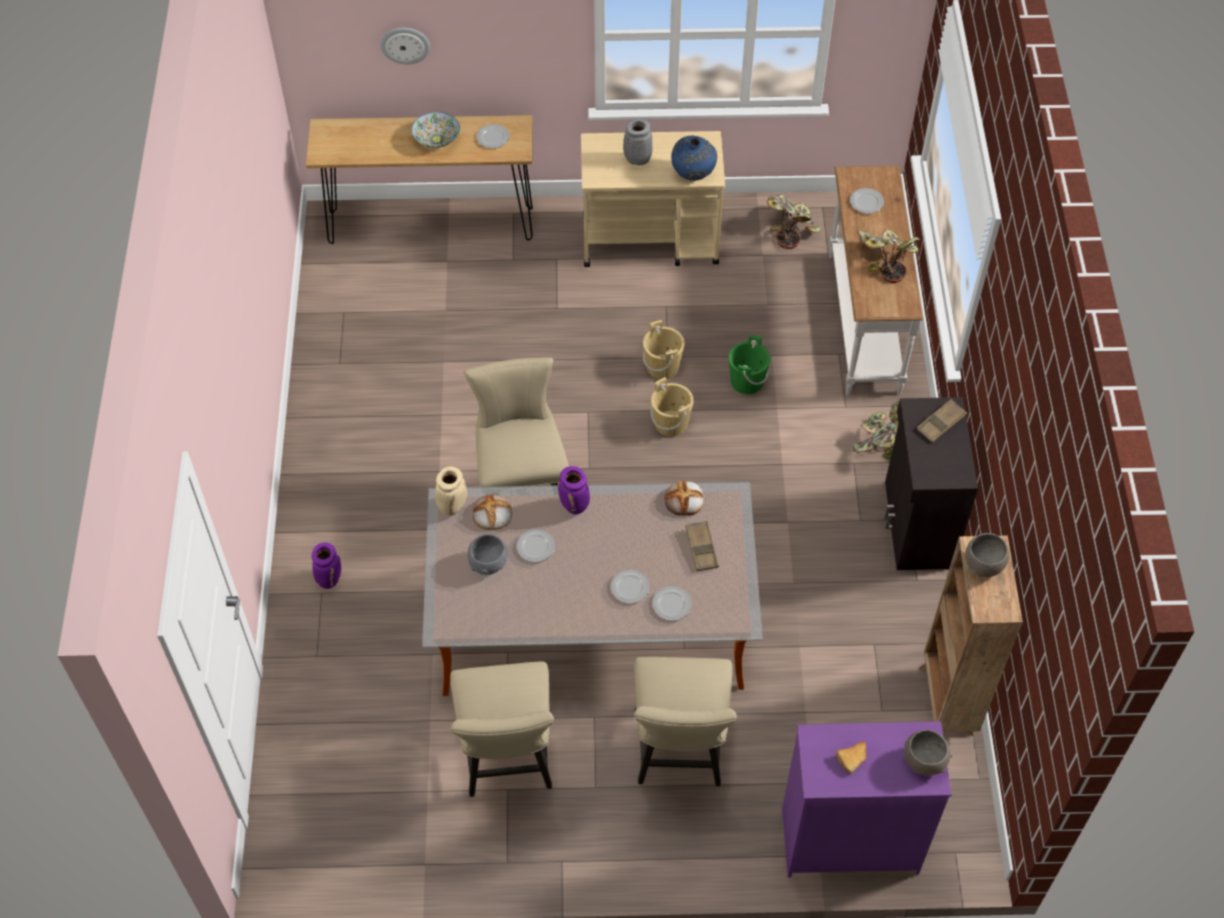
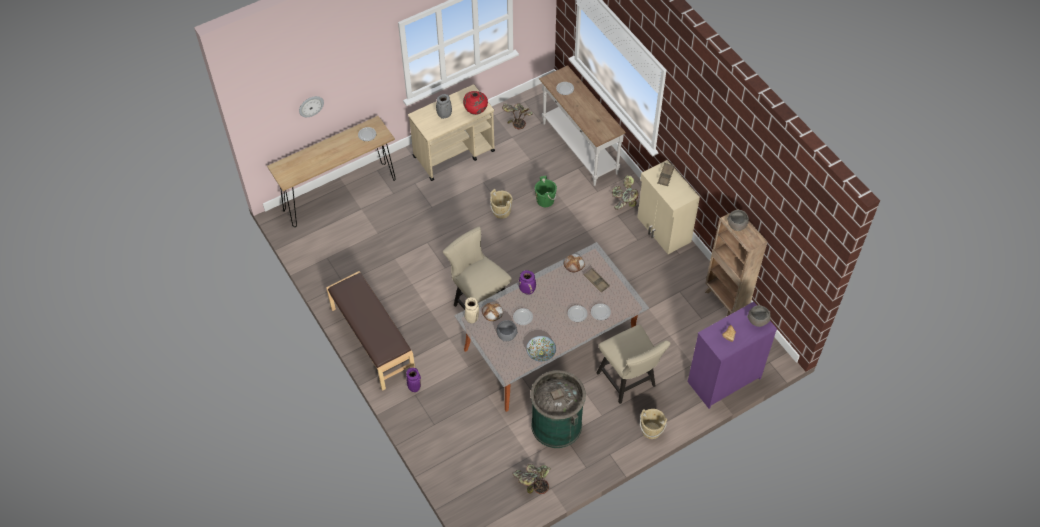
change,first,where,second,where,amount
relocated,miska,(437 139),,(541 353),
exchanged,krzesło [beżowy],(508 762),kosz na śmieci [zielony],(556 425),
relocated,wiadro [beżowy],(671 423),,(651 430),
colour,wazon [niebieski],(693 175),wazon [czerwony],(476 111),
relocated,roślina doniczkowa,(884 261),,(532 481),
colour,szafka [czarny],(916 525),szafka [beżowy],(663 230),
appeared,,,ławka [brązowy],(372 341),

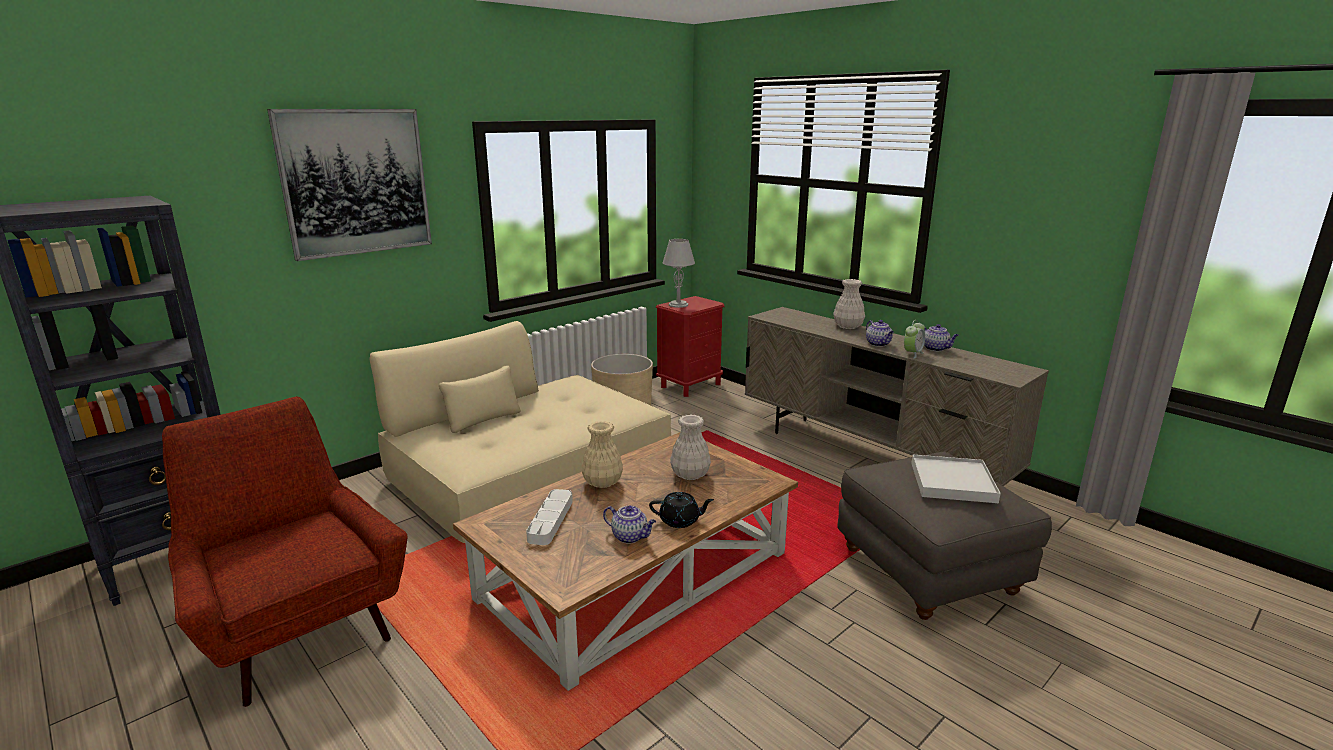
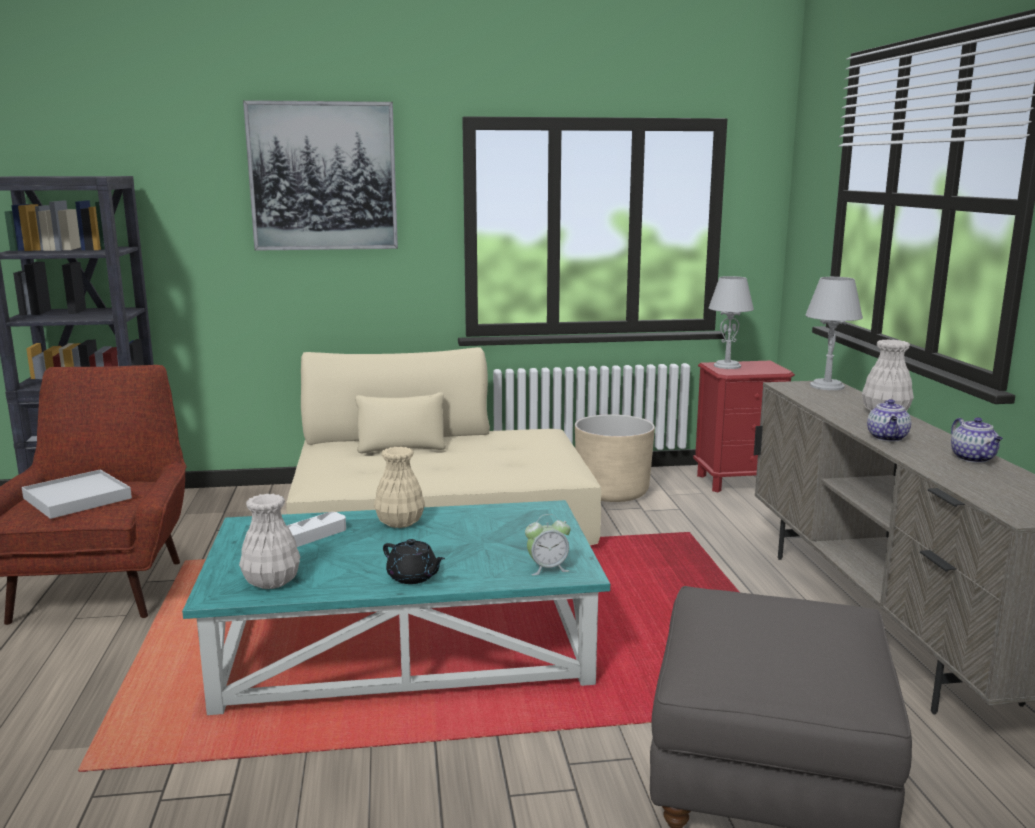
change,first,where,second,where,amount
colour,ława [brązowy],(636 574),ława [turkusowy],(407 644),
missing,imbryk,(630 537),,,
relocated,wazon [biały],(690 475),,(271 582),
relocated,budzik,(912 354),,(547 568),
relocated,taca [biały],(952 482),,(77 498),
appeared,,,lampa stołowa [szary],(826 386),

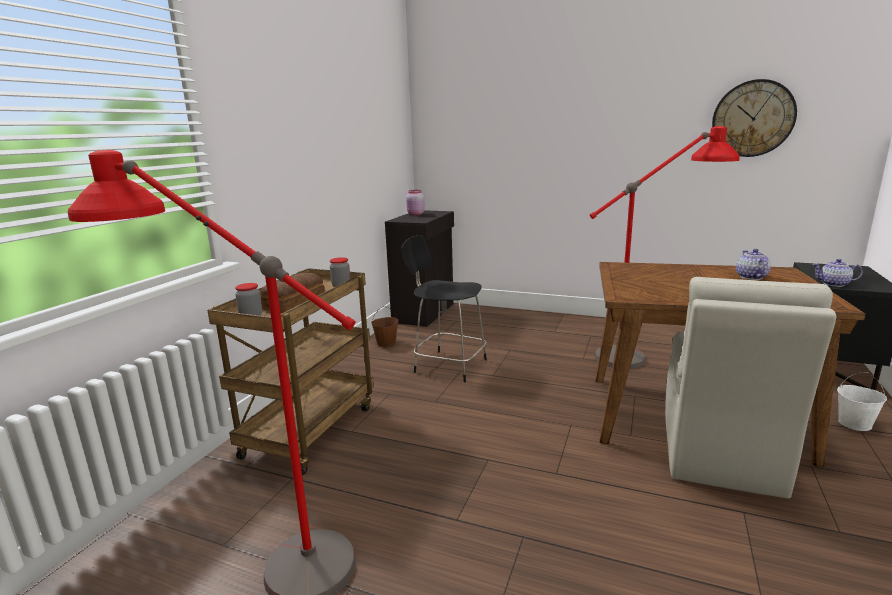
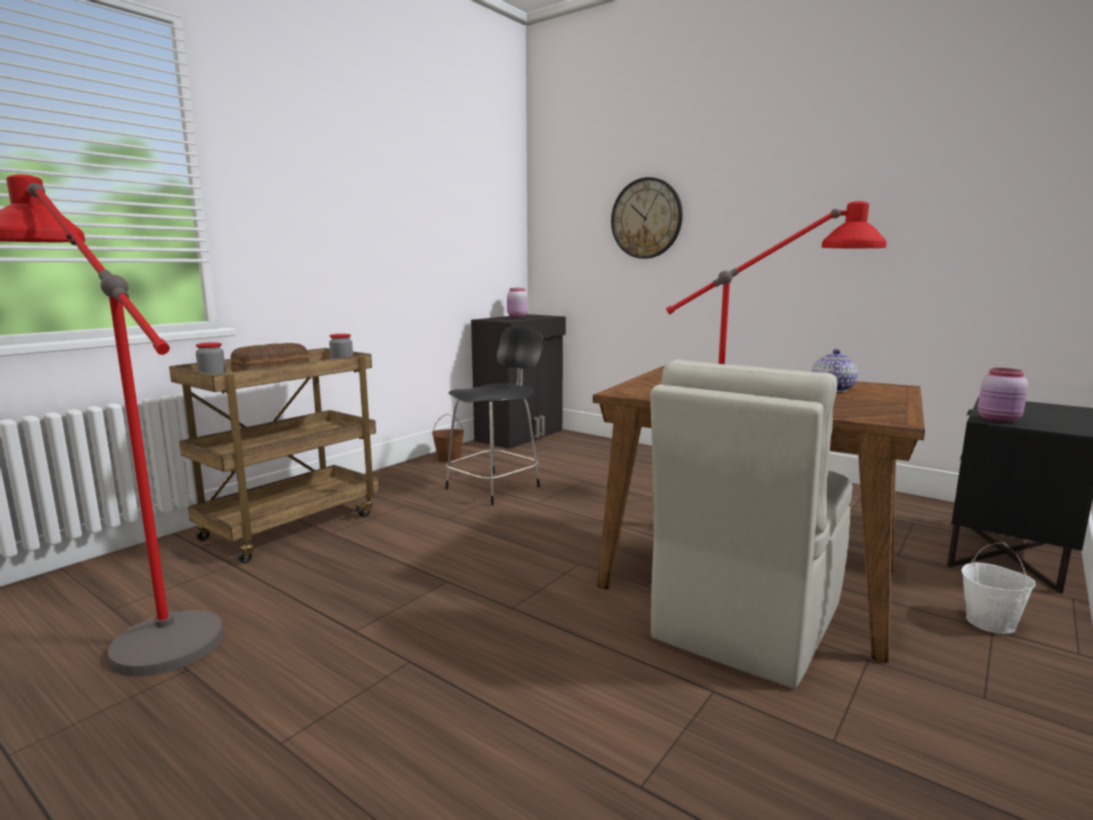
change,first,where,second,where,amount
spun,krzesło [czarny],(448 365),,(495 487),90 degrees clockwise
relocated,zegar ścienny,(753 118),,(646 218),
exchanged,imbryk,(834 284),słoik [różowy],(999 420),

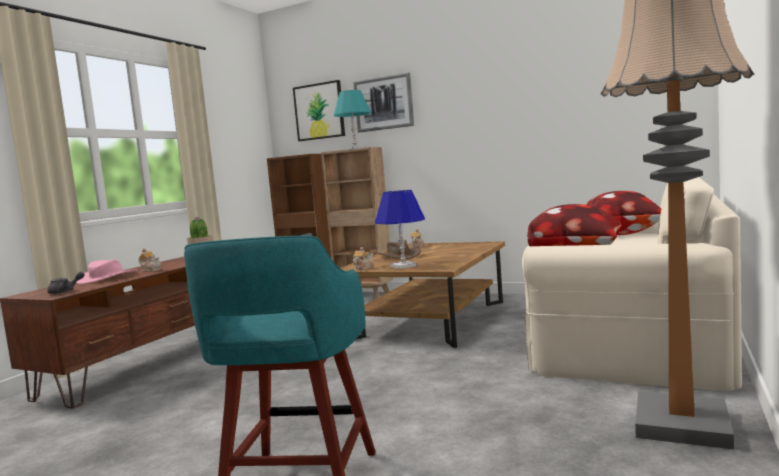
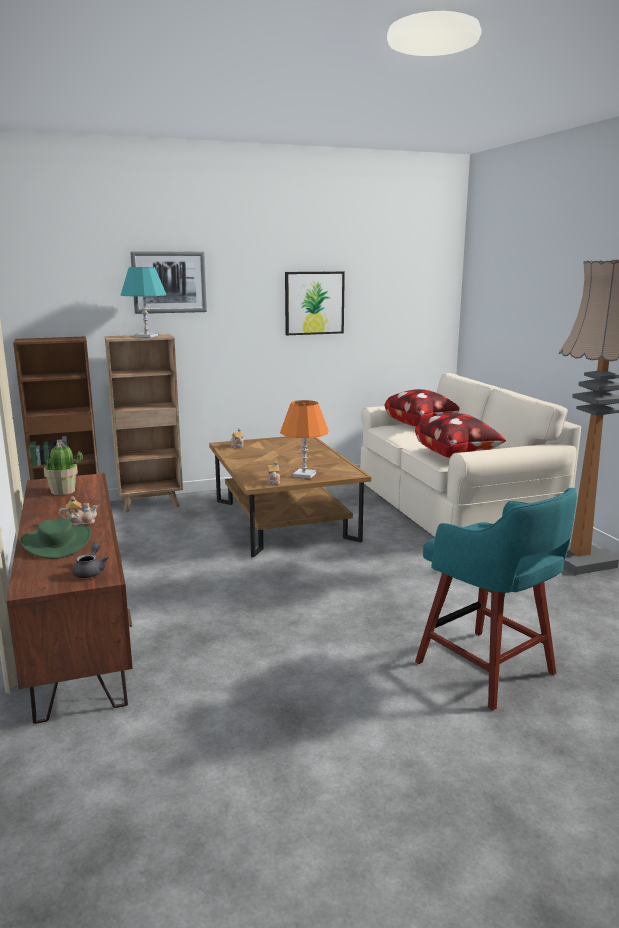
change,first,where,second,where,amount
colour,kapelusz [różowy],(107 278),kapelusz [zielony],(57 543),
relocated,obraz,(319 111),,(314 303),
colour,lampa stołowa [niebieski],(403 266),lampa stołowa [pomarańczowy],(304 474),
missing,kapelusz [brązowy],(399 256),,,

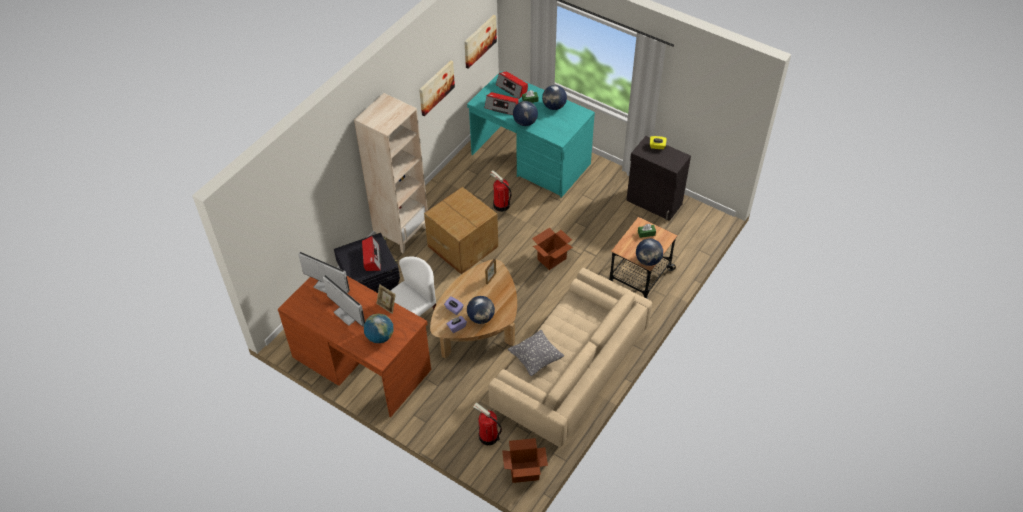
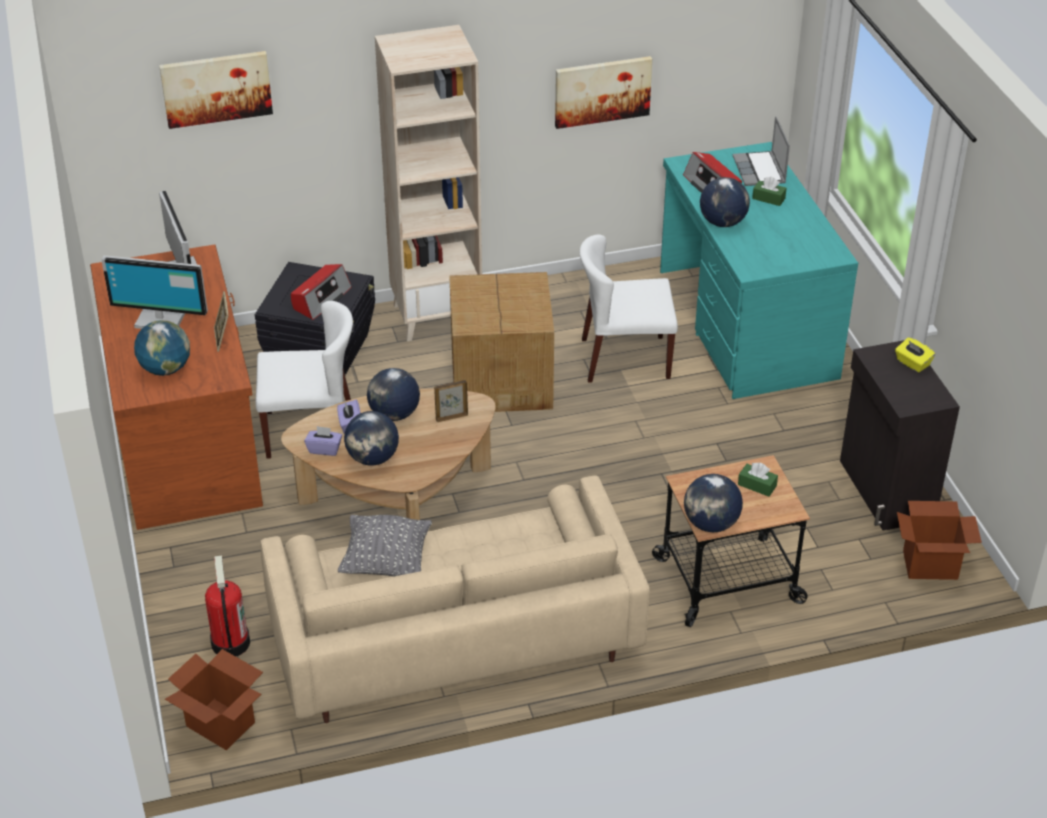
change,first,where,second,where,amount
spun,monitor,(347 315),,(160 319),105 degrees clockwise
relocated,obraz,(479 41),,(216 88),
exchanged,gaśnica,(501 205),krzesło [biały],(624 359),
exchanged,radio,(512 88),laptop,(760 171),
relocated,karton,(552 259),,(930 565),
relocated,globus,(554 106),,(394 414),

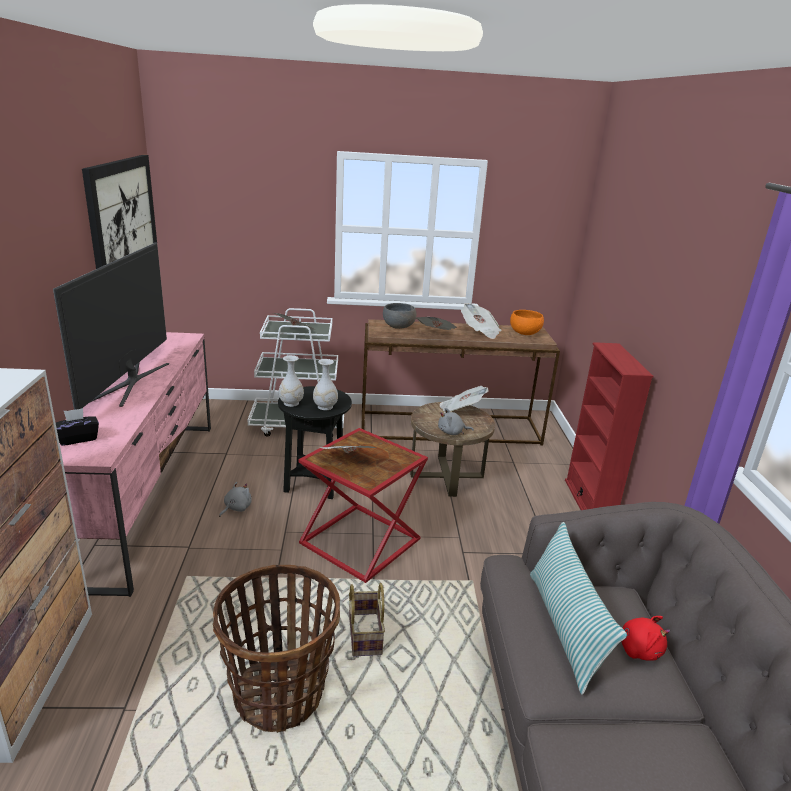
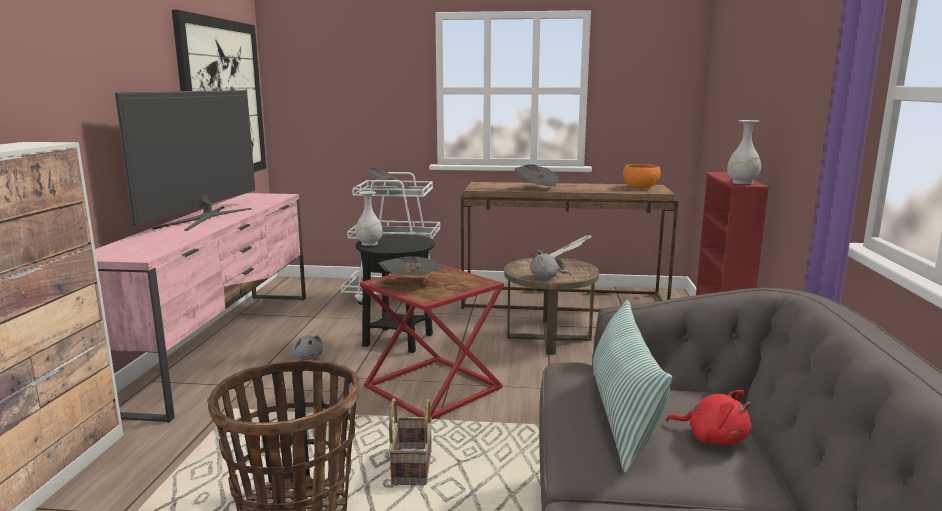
change,first,where,second,where,amount
missing,pudełko chusteczek [czarny],(78 438),,,
spun,pluszak [szary],(236 508),,(308 358),105 degrees clockwise
relocated,wazon [biały],(325 407),,(741 183),
missing,miska [szary],(398 326),,,
missing,gazeta,(480 332),,,

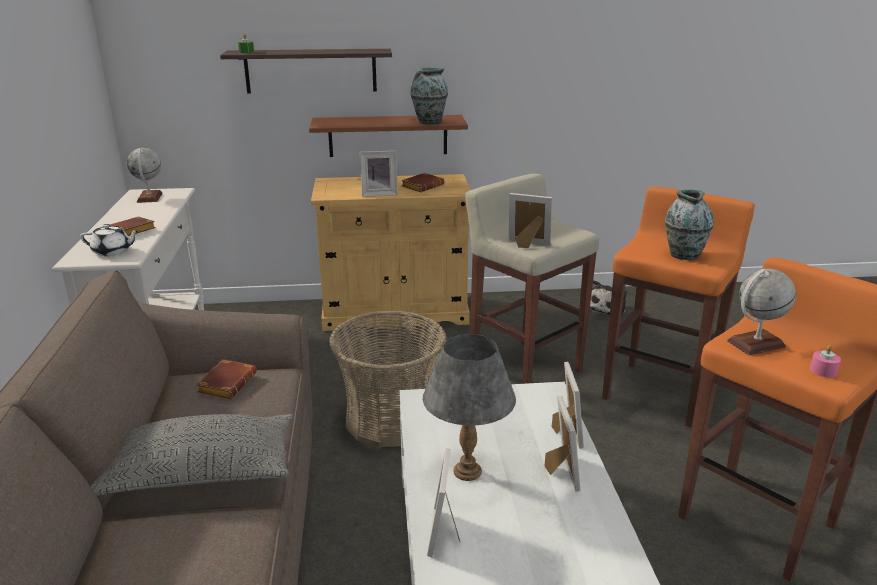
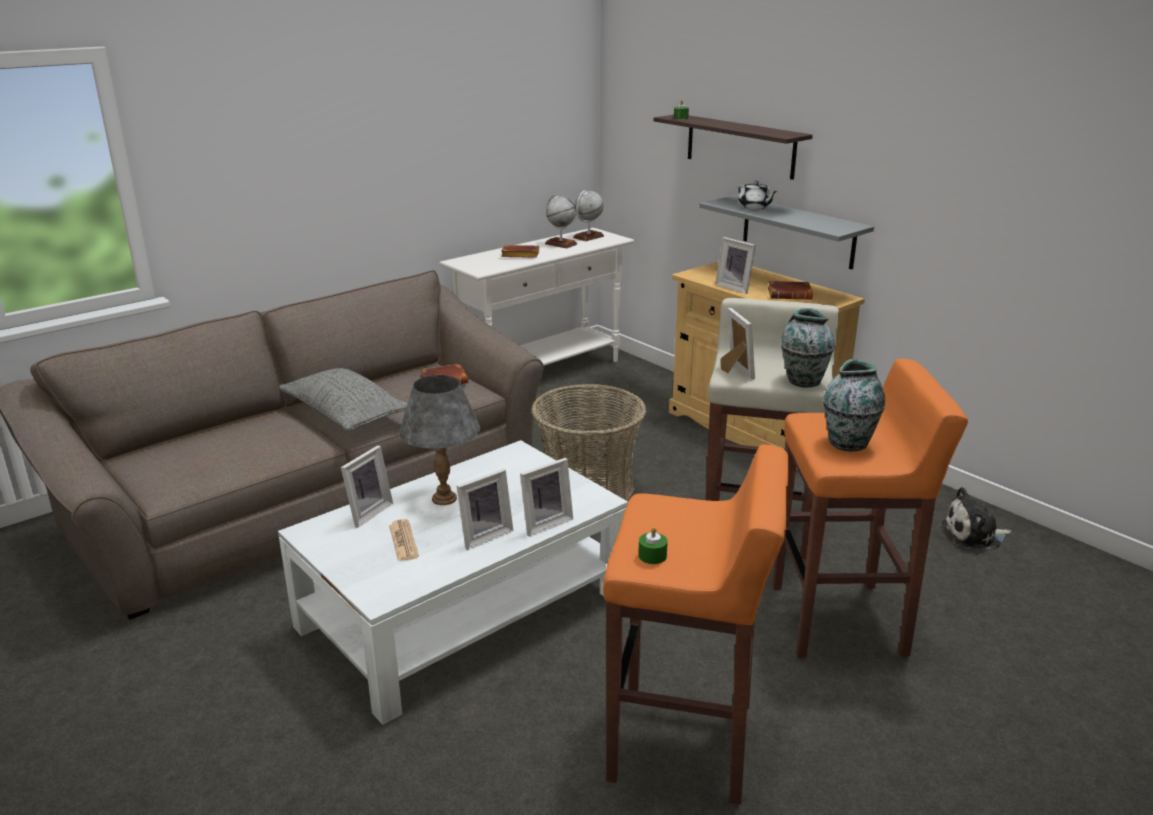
change,first,where,second,where,amount
relocated,imbryk [biały],(112 251),,(755 207),
colour,półka [brązowy],(388 135),półka [szary],(798 232),
relocated,wazon,(429 122),,(803 381),
spun,ramka na zdjęcie,(445 533),,(366 512),150 degrees clockwise
relocated,globus,(756 344),,(560 244),
colour,świeca [różowy],(823 370),świeca [zielony],(652 556),
appeared,,,gazeta,(403 541),

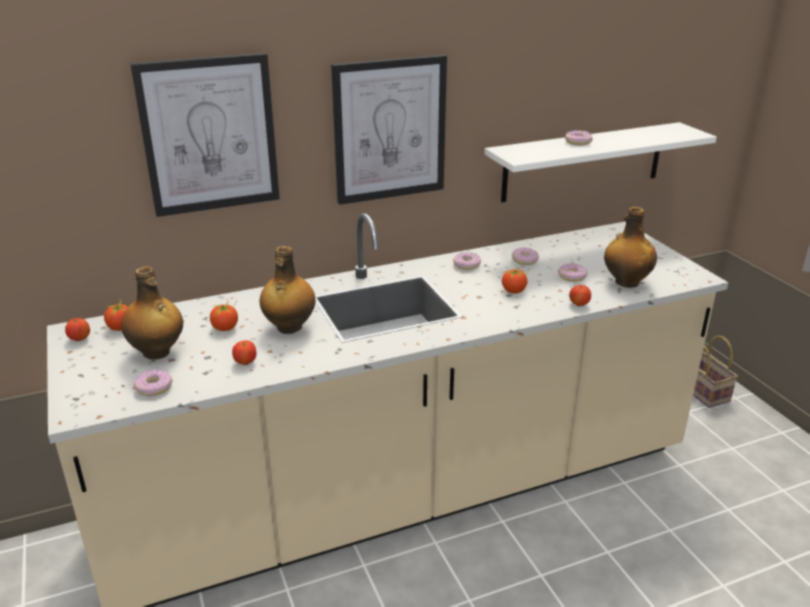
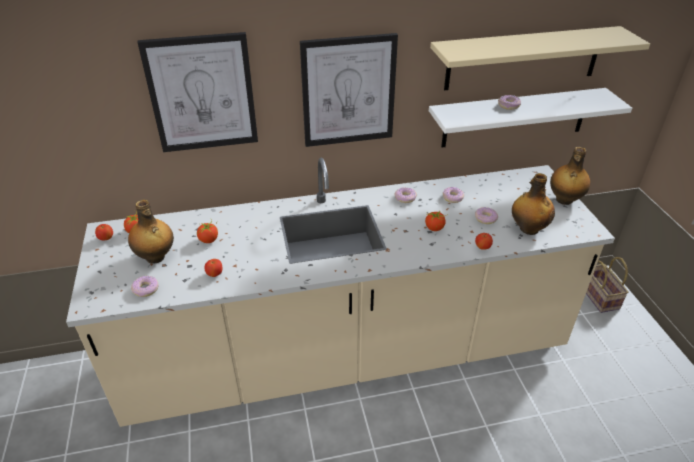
change,first,where,second,where,amount
relocated,butelka,(289 328),,(564 200),
appeared,,,półka [beżowy],(523 58),

